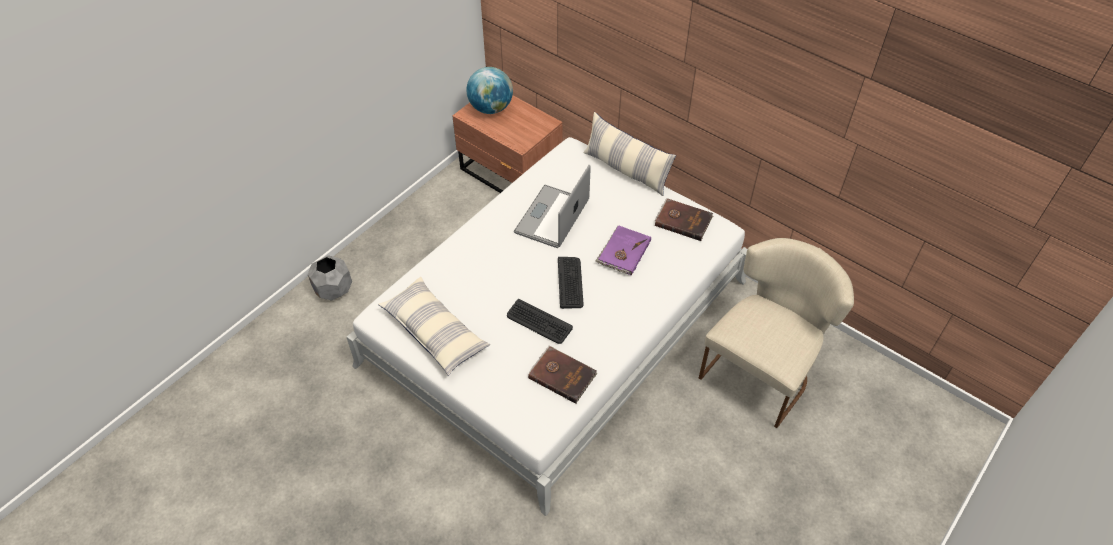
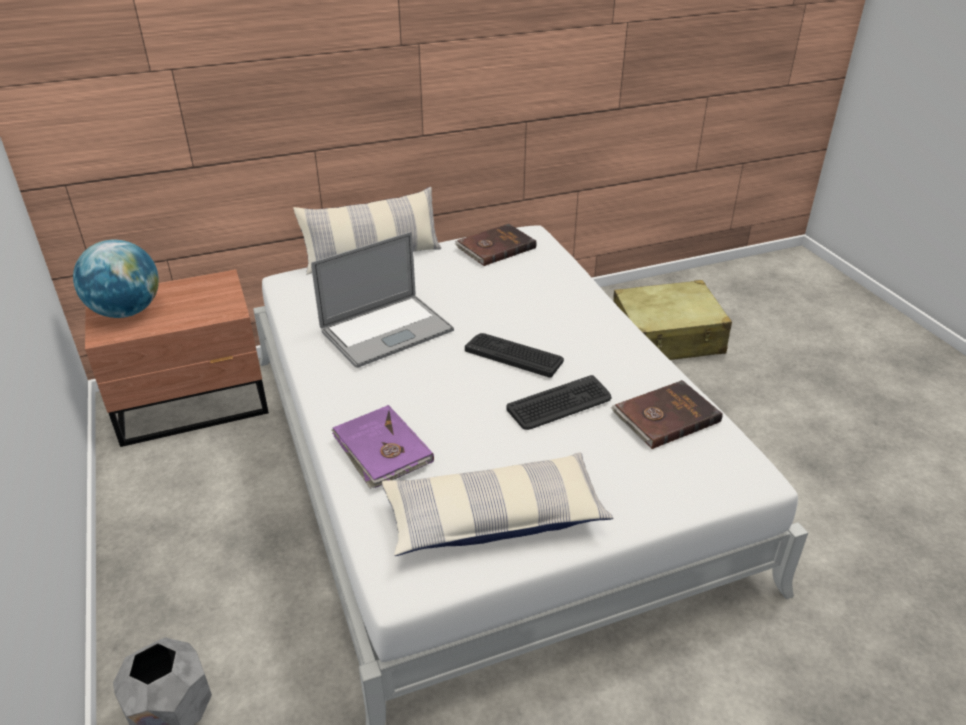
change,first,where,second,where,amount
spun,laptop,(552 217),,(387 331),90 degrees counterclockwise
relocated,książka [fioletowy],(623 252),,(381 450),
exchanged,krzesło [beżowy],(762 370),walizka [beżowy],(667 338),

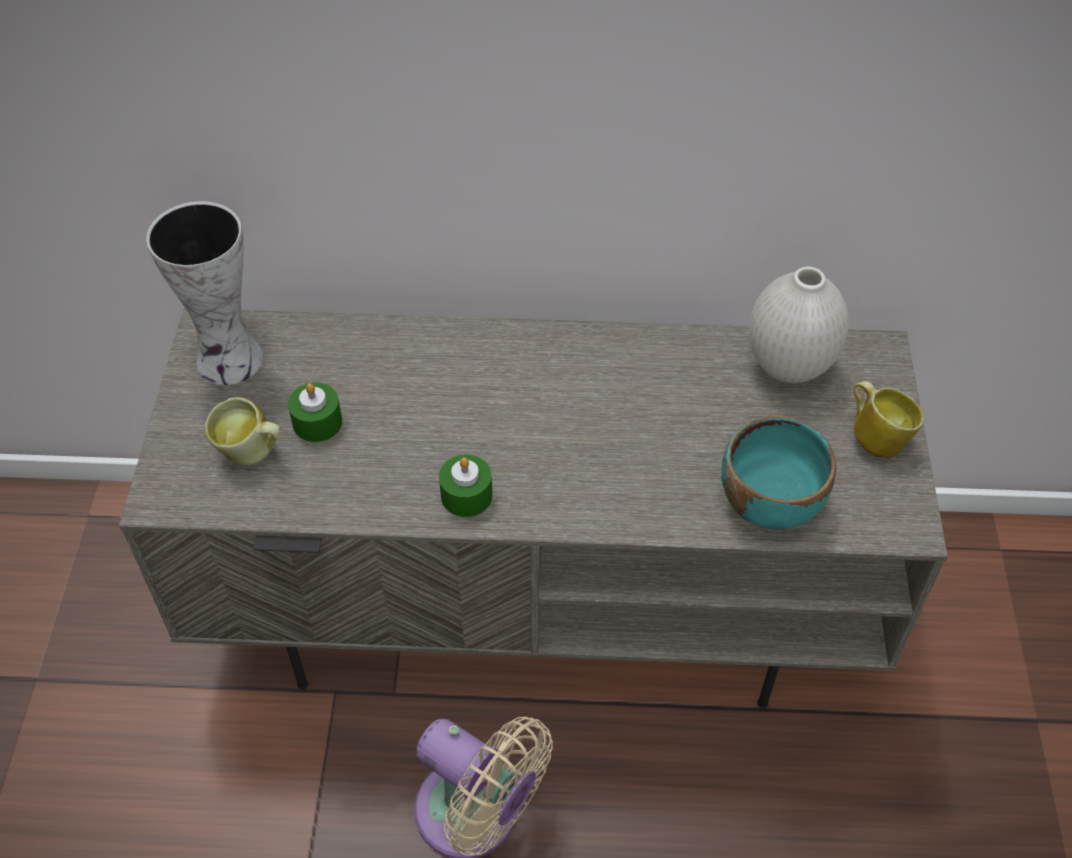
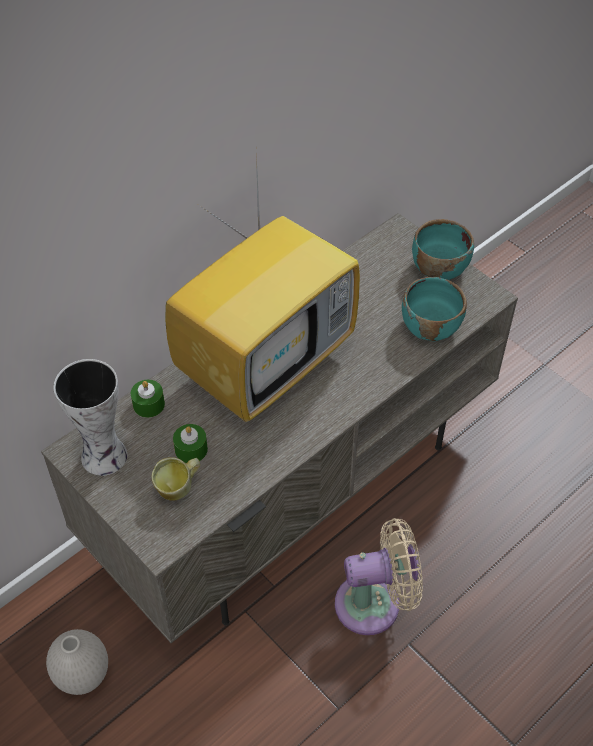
change,first,where,second,where,amount
relocated,świeca [zielony],(466 495),,(149 404),
relocated,wazon [biały],(789 368),,(84 677),
exchanged,kubek,(876 437),miska [turkusowy],(439 268),
appeared,,,telewizor,(267 362),

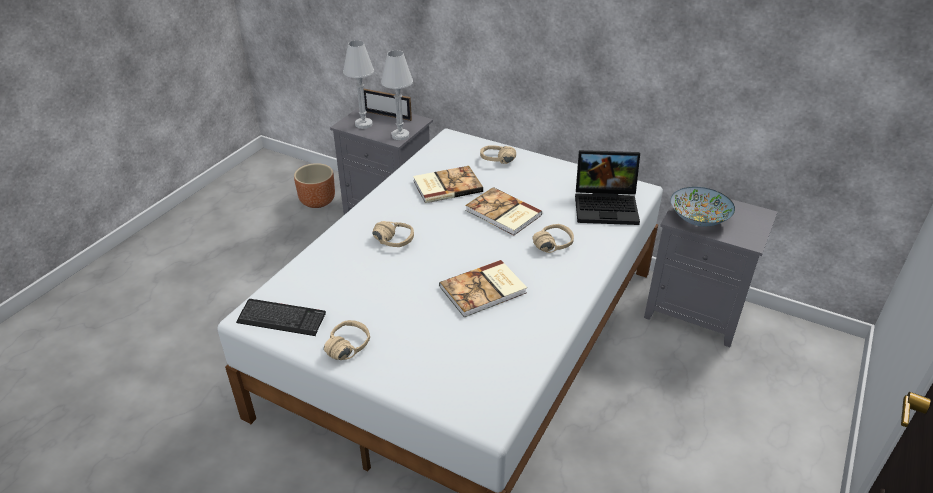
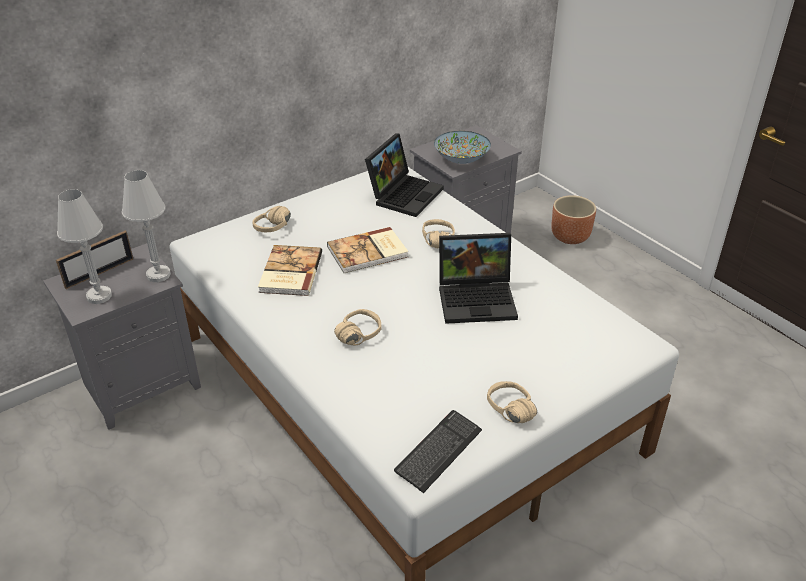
change,first,where,second,where,amount
relocated,donica [brązowy],(318 201),,(570 237),
exchanged,książka,(484 290),laptop,(478 298),

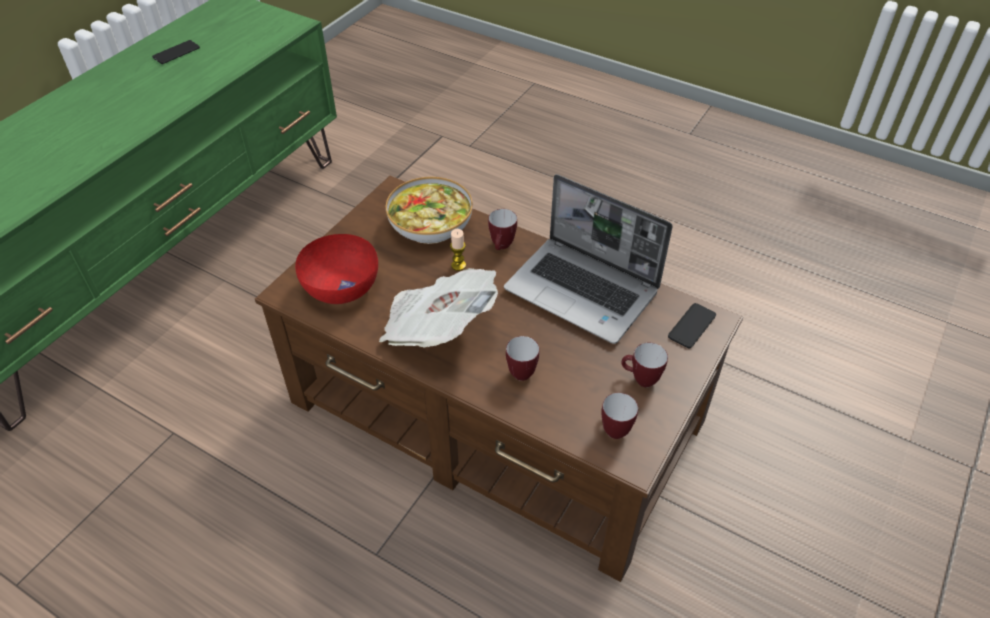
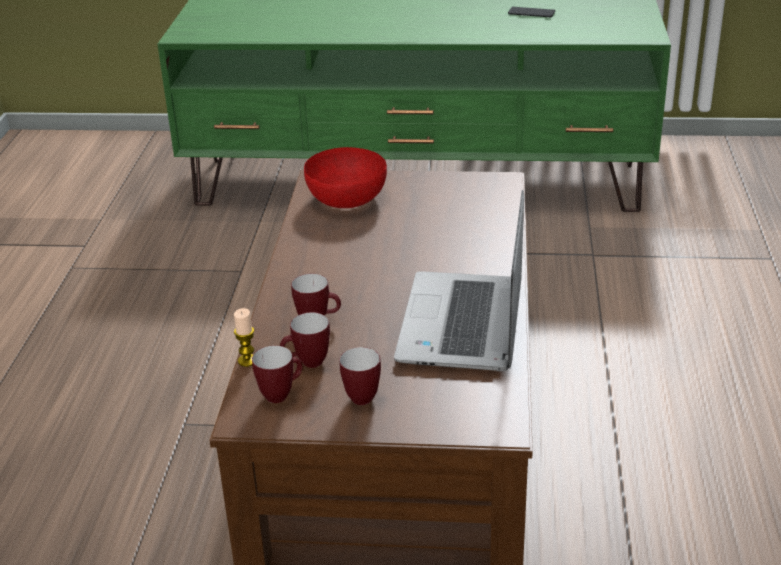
change,first,where,second,where,amount
missing,gazeta,(438 328),,,
missing,miska,(430 224),,,
relocated,świeca,(458 265),,(247 360),
relocated,kubek,(502 247),,(307 363),
missing,telefon,(692 326),,,

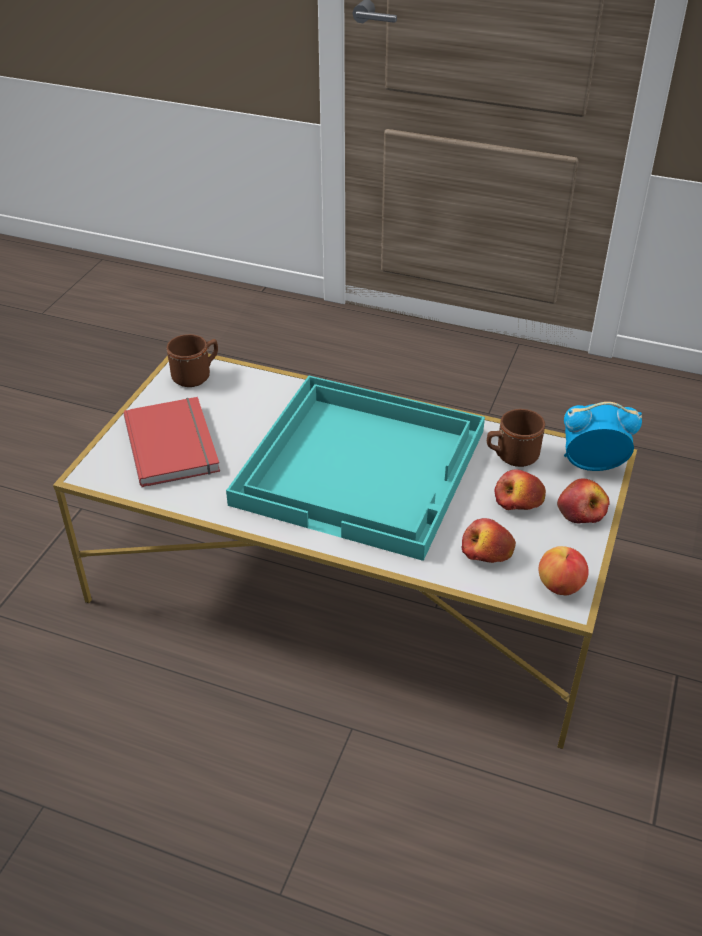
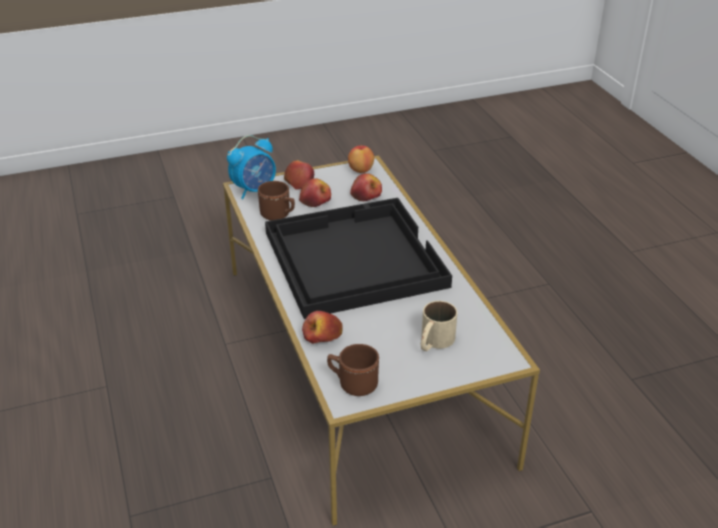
change,first,where,second,where,amount
exchanged,książka [czerwony],(175 443),kubek [beżowy],(434 342),
colour,taca [turkusowy],(363 466),taca [czarny],(352 258),
spun,budzik,(591 464),,(254 190),90 degrees counterclockwise
appeared,,,jabłko,(322 336),

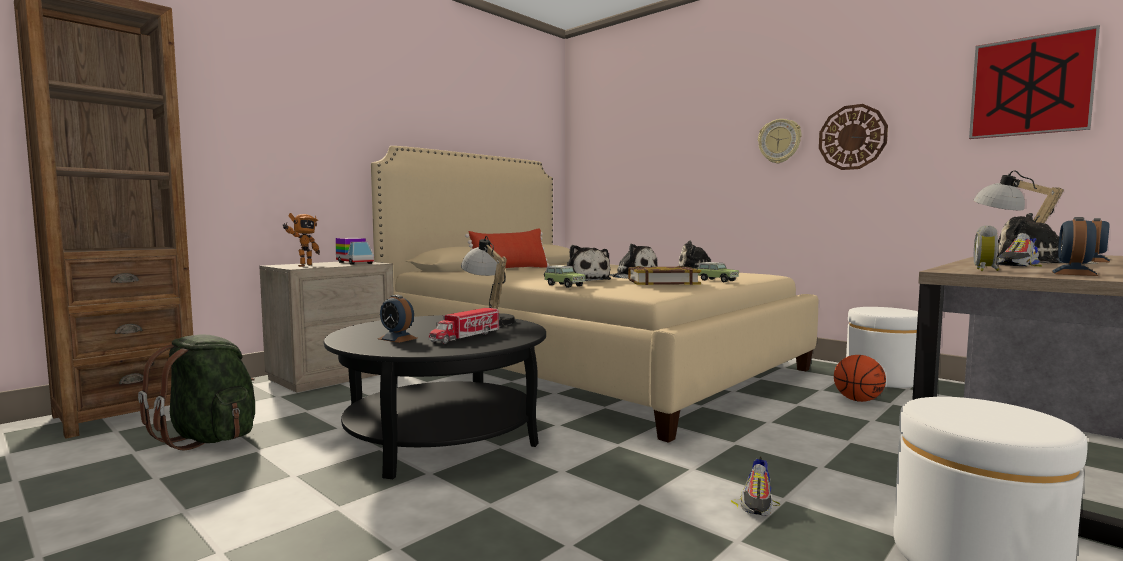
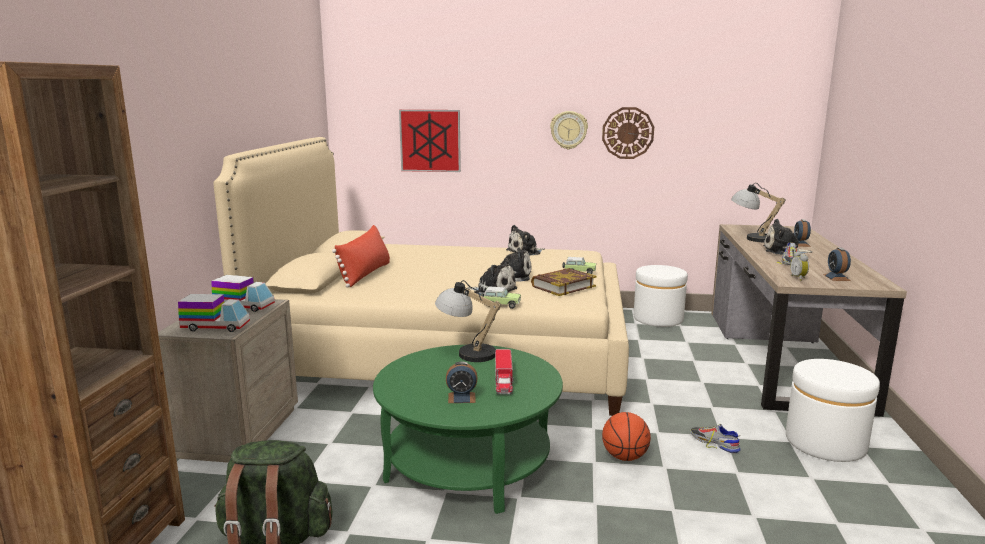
change,first,where,second,where,amount
exchanged,robot zabawkowy,(303 266),ciężarówka zabawkowa,(215 326),
colour,ława [czarny],(441 435),ława [zielony],(469 463),
spun,but,(757 501),,(714 443),150 degrees clockwise
relocated,piłka do koszykówki,(857 400),,(624 457),
relocated,obraz,(1030 86),,(430 140),

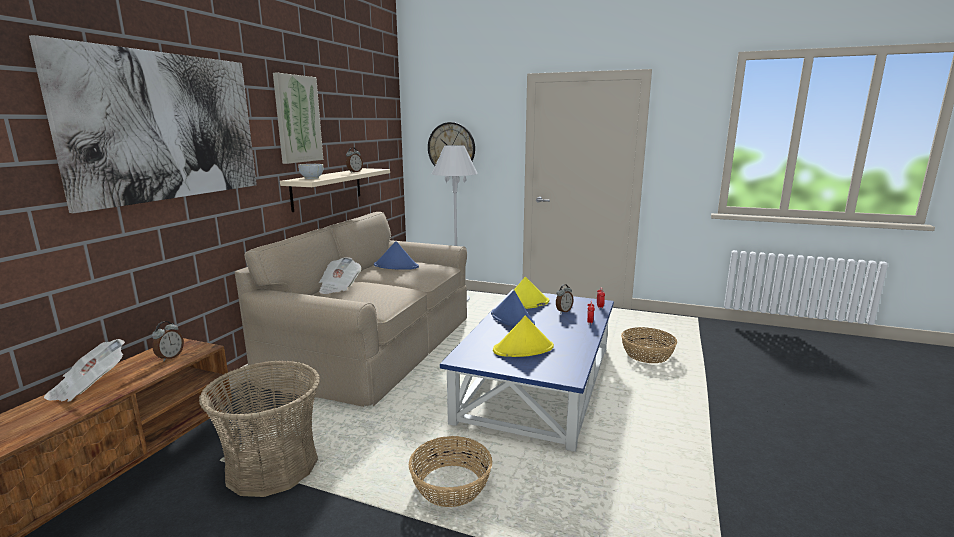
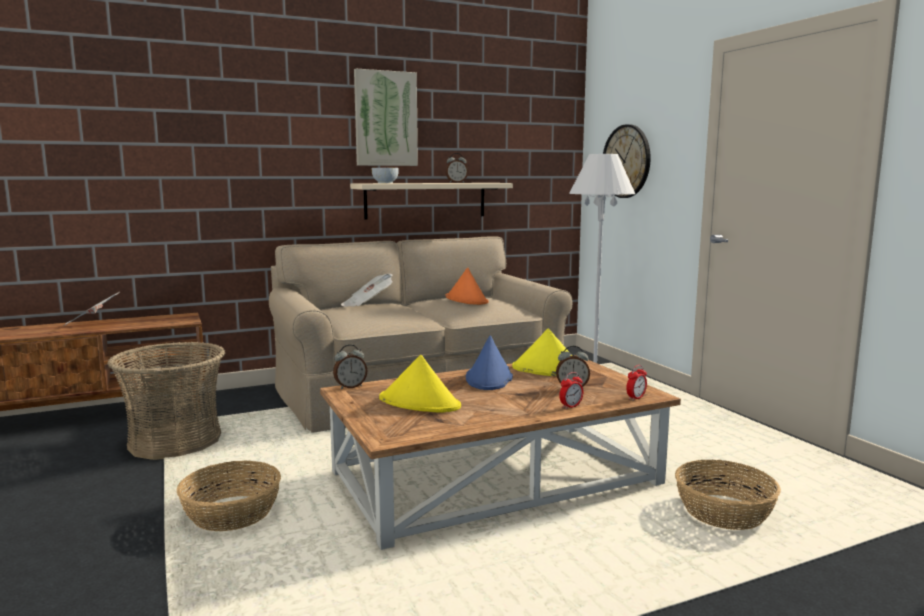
change,first,where,second,where,amount
missing,obraz,(165 127),,,
relocated,budzik,(170 357),,(350 387),
colour,kapelusz [niebieski],(396 266),kapelusz [pomarańczowy],(466 300),
colour,ława [niebieski],(536 382),ława [brązowy],(495 477),

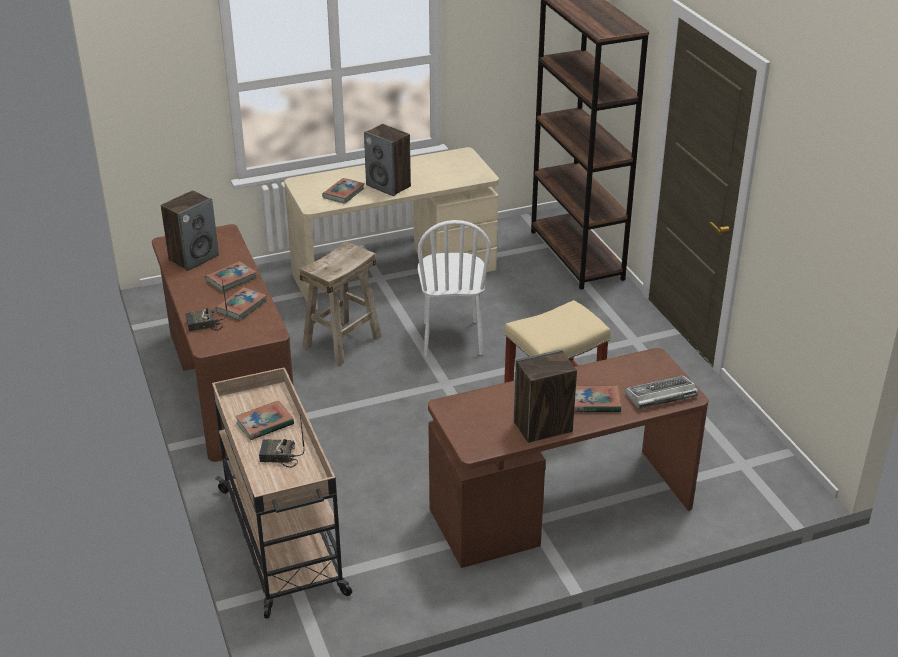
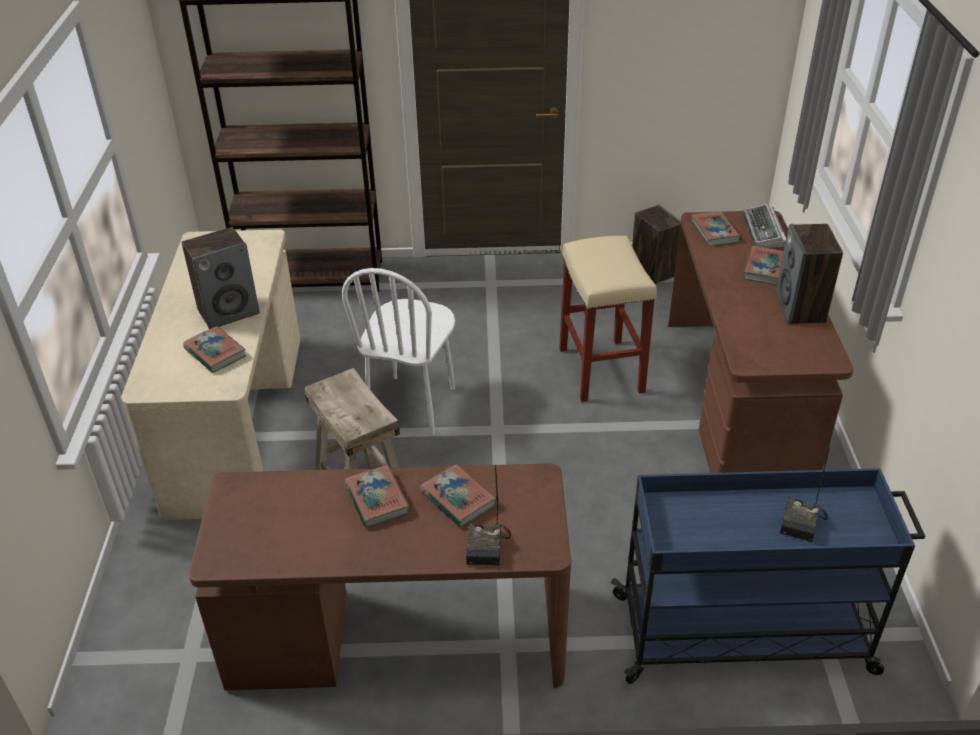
change,first,where,second,where,amount
relocated,głośnik,(194 258),,(652 271),
colour,wózek [beżowy],(283 542),wózek [niebieski],(745 634),
relocated,książka,(265 423),,(715 232),
spun,krzesło [biały],(451 338),,(412 404),90 degrees clockwise

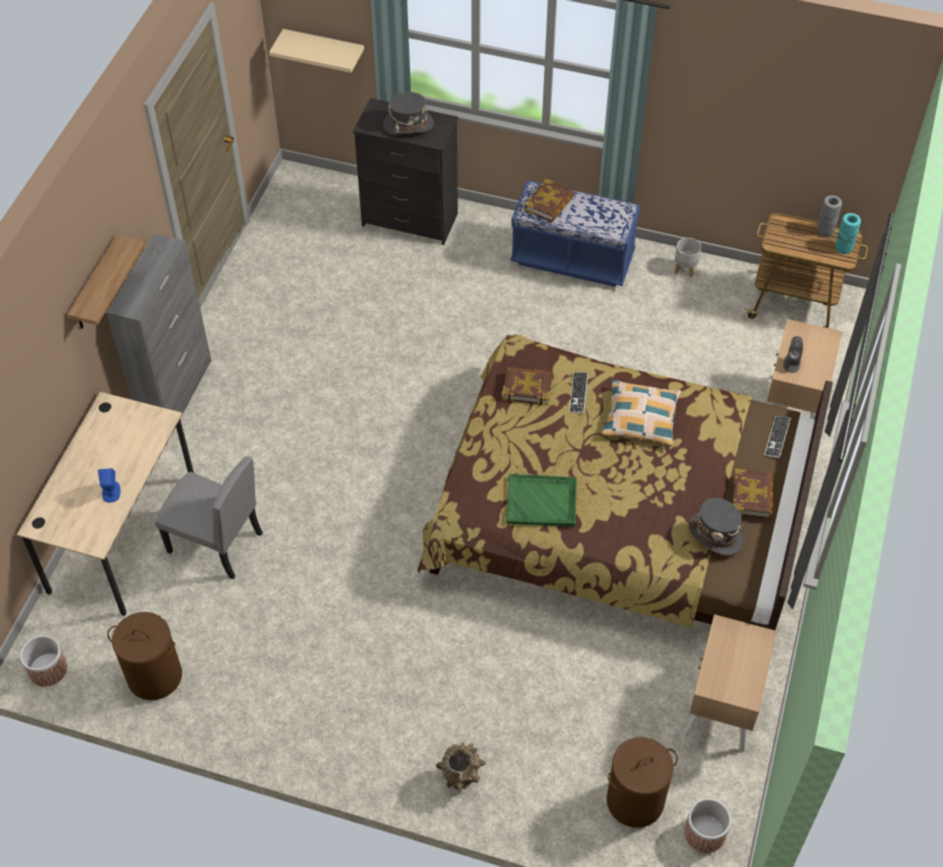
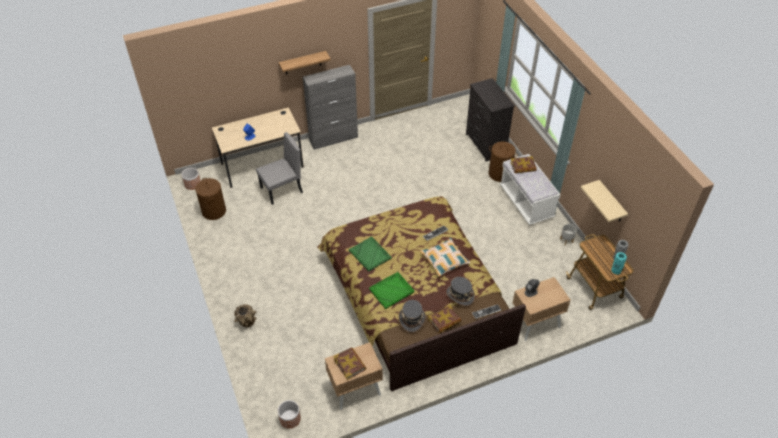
change,first,where,second,where,amount
spun,krzesło [szary],(215 543),,(282 190),105 degrees counterclockwise
relocated,półka [beżowy],(324 49),,(611 202),
relocated,kapelusz [szary],(408 125),,(460 295),
relocated,książka,(527 388),,(350 364),
colour,ławka [niebieski],(572 259),ławka [biały],(526 202),
relocated,kosz na pranie [brązowy],(634 800),,(499 174),
appeared,,,taca [zielony],(392 290),

